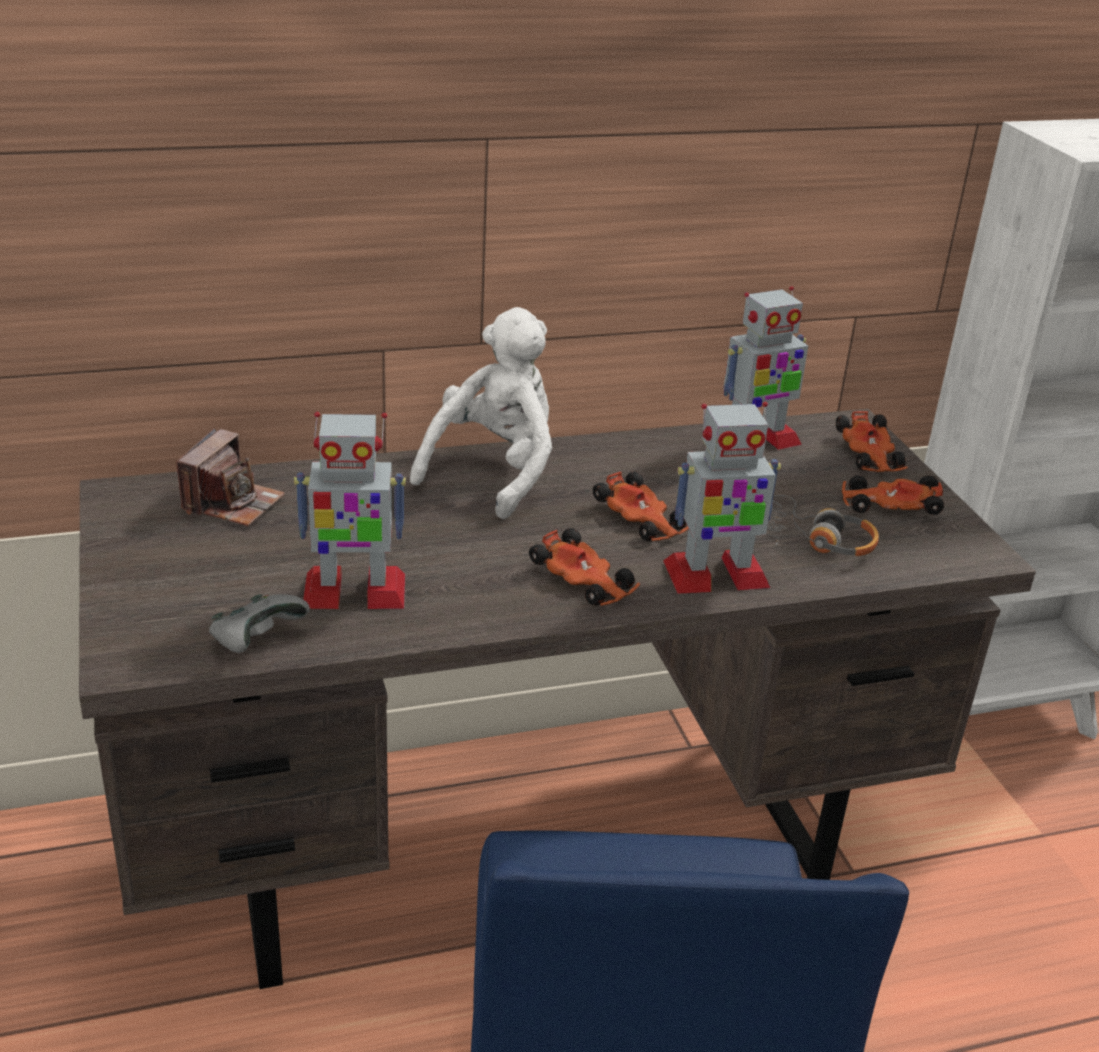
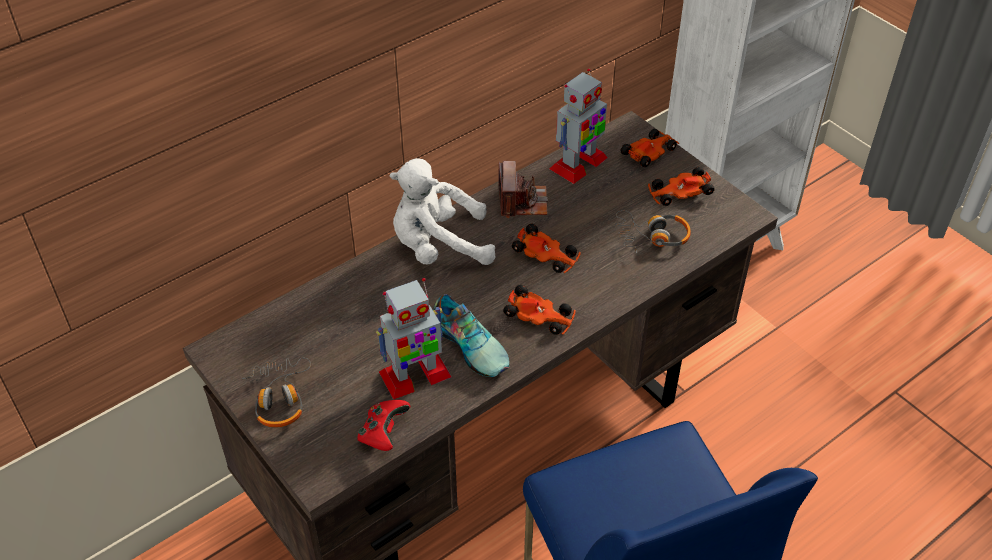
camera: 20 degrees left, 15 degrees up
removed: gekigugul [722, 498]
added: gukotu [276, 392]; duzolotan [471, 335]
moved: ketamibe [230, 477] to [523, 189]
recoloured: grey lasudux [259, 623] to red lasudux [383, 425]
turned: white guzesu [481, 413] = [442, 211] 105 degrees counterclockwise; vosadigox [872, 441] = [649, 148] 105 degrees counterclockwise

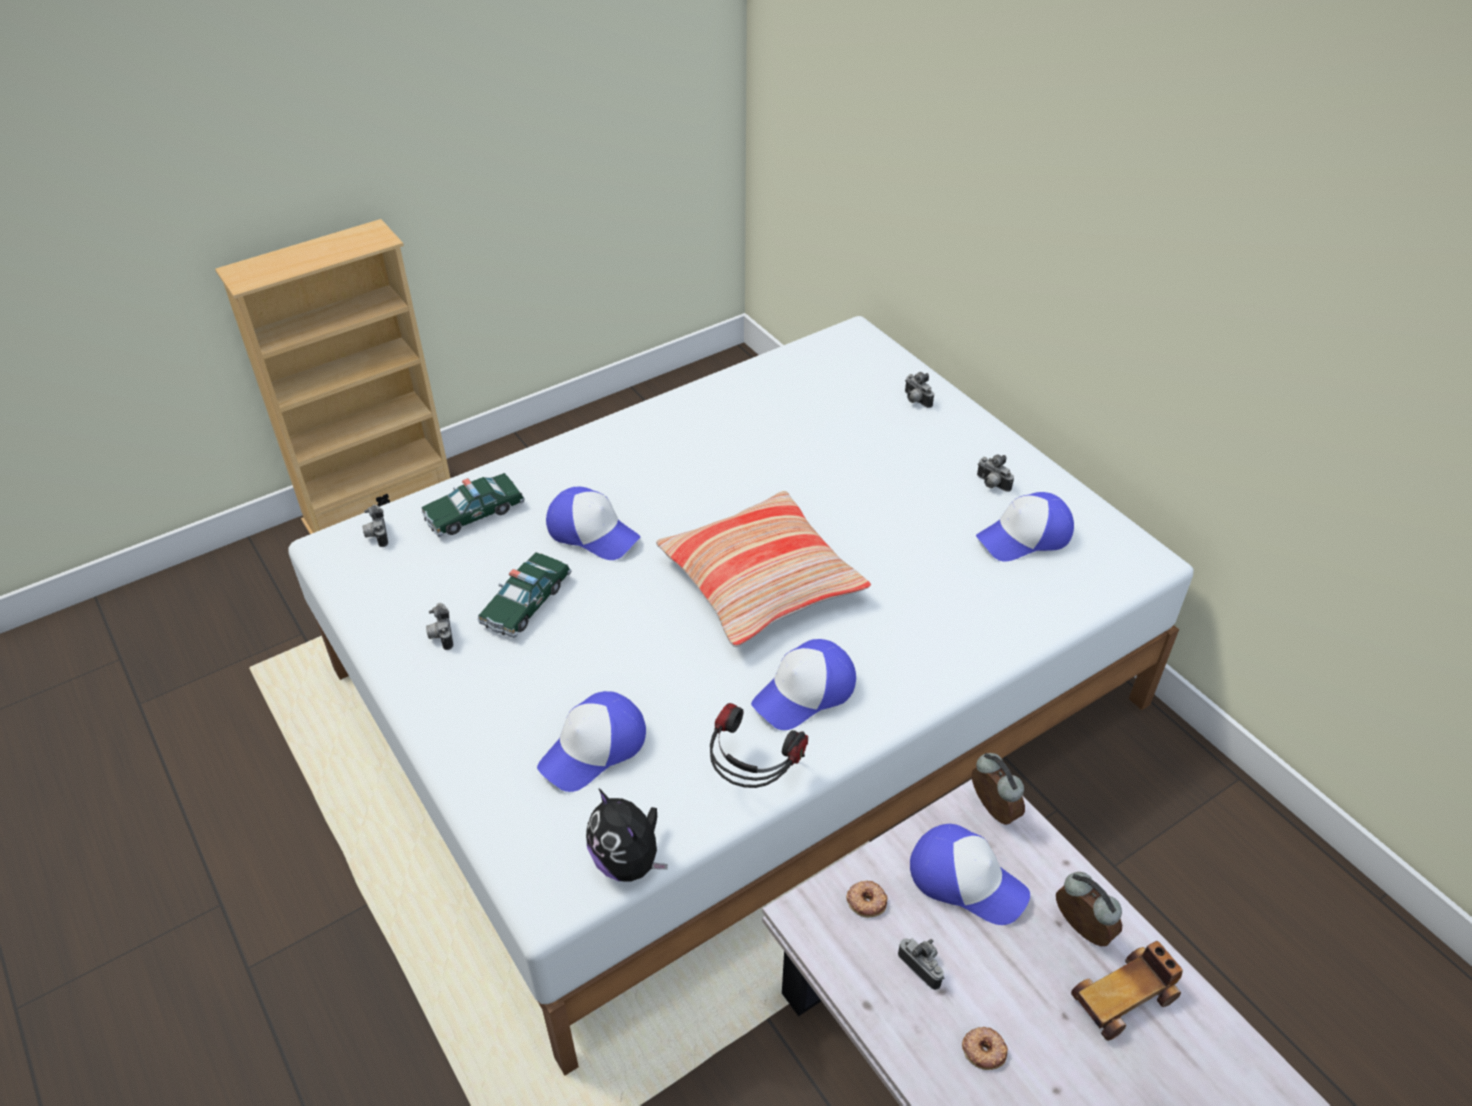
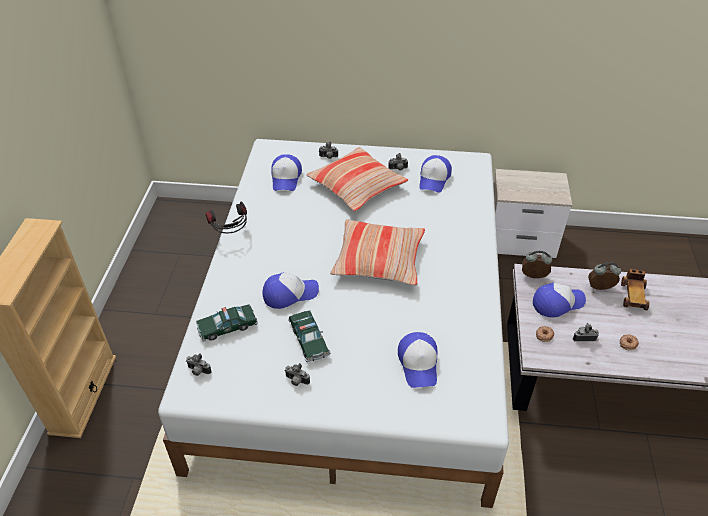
camera: 50 degrees left, 0 degrees up
removed: guzesu [627, 835]
added: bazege [357, 179]; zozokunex [532, 213]
moved: gukotu [759, 745] to [226, 217]; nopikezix [803, 684] to [286, 172]
turned: vosadigox [473, 505] = [227, 323] 60 degrees clockwise

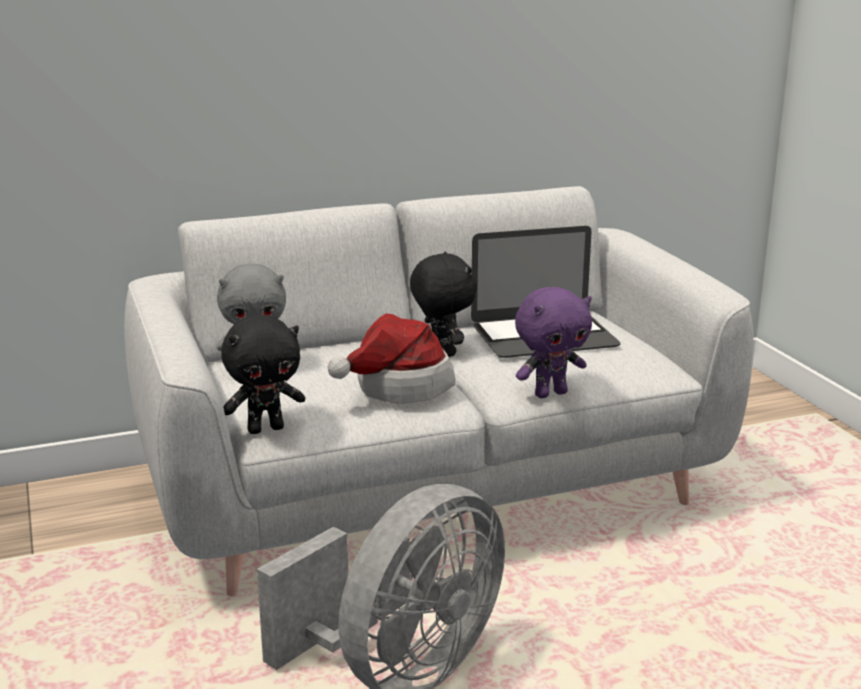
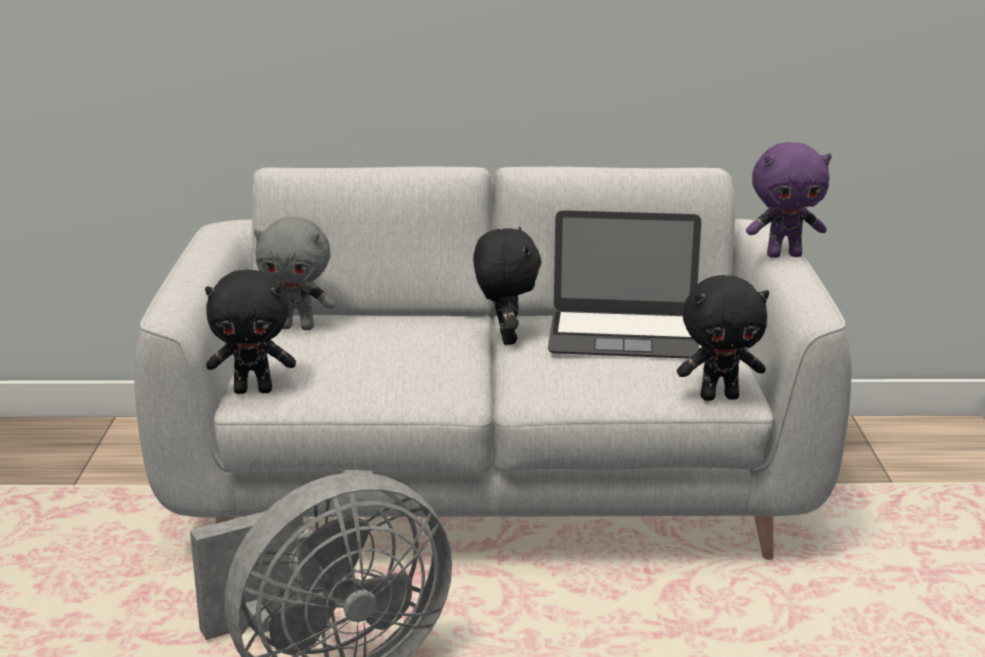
camera: 20 degrees right, 0 degrees up
removed: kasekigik [391, 358]
added: black guzesu [723, 338]
moved: purple guzesu [553, 342] to [789, 200]

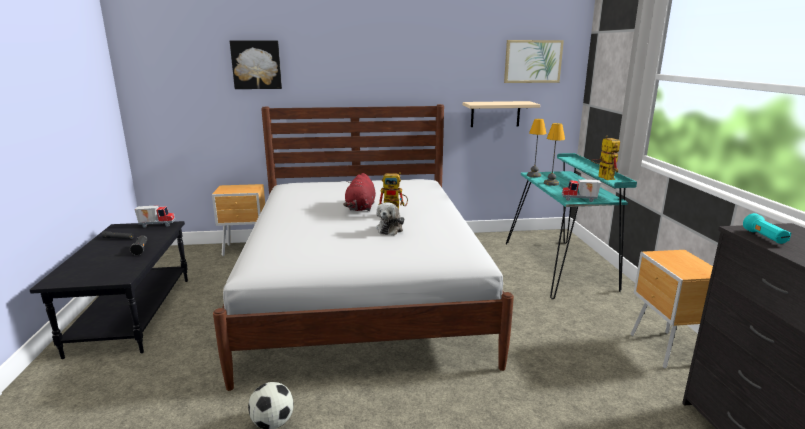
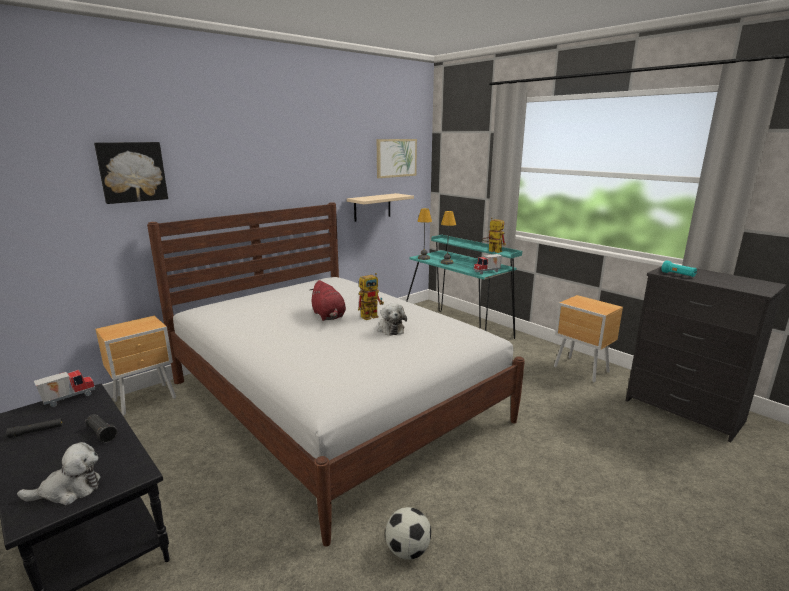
camera: 35 degrees left, 0 degrees up
added: guzesu [58, 473]

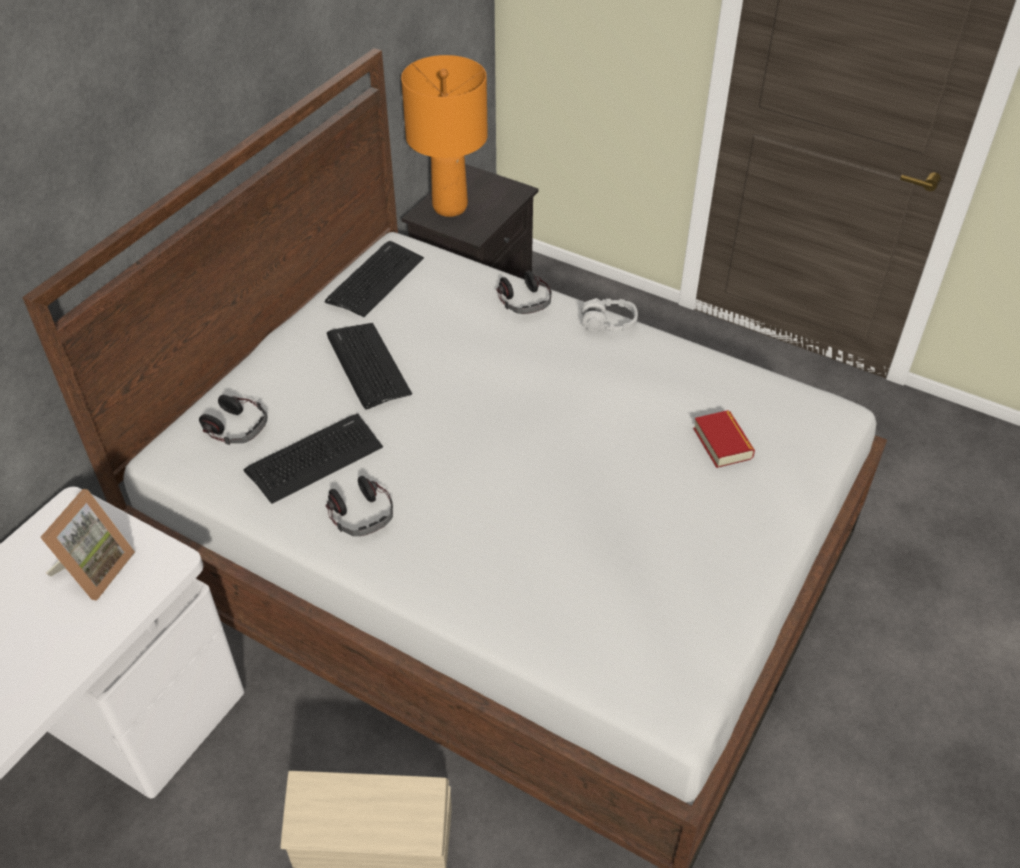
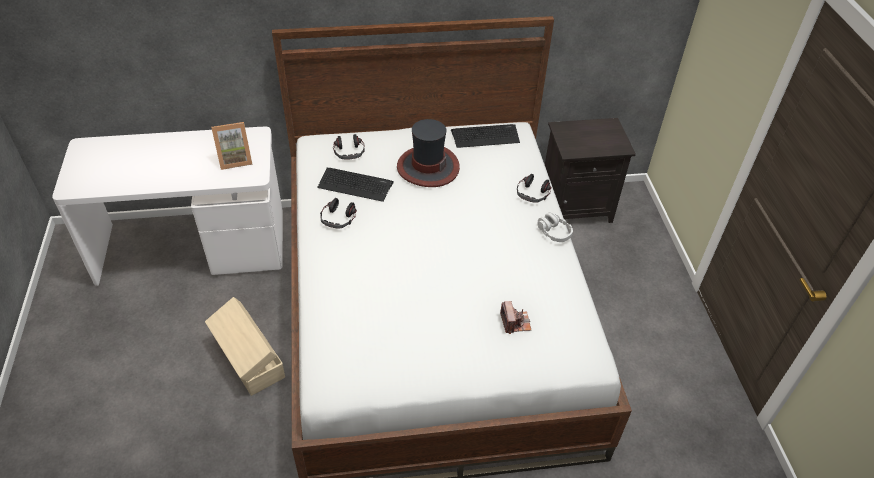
camera: 50 degrees right, 0 degrees up
removed: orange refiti [444, 136]
replaced: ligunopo [369, 366] to kasekigik [428, 153]; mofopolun [724, 439] to ketamibe [515, 317]

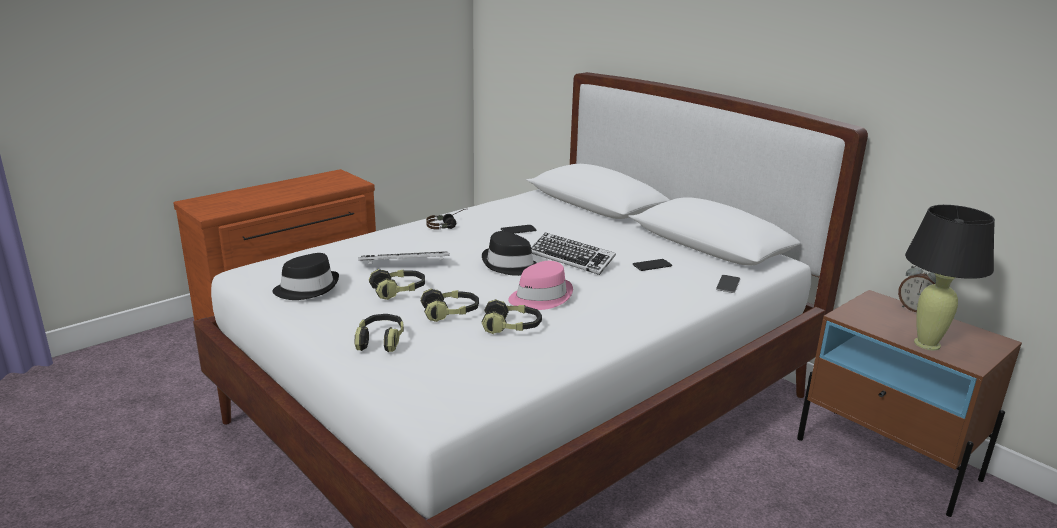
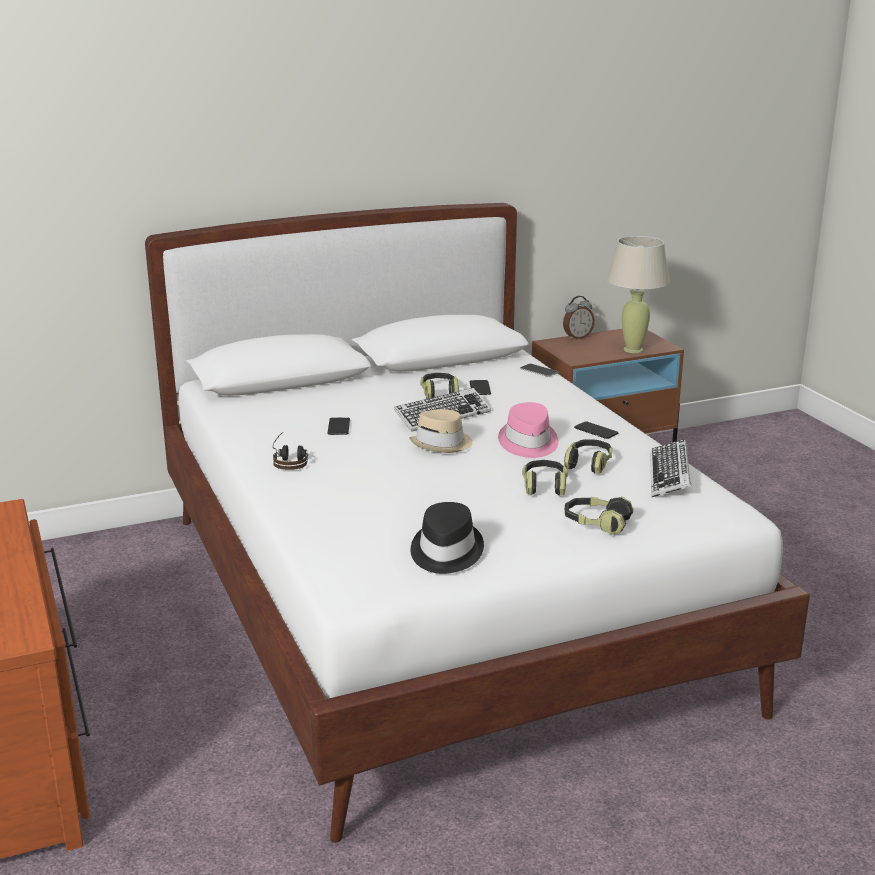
camera: 70 degrees left, 0 degrees up
added: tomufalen [596, 430]
moved: ligunopo [404, 257] to [671, 468]; gukotu [397, 284] to [440, 386]
recoloured: black kasekigik [509, 253] to beige kasekigik [441, 431]; black refiti [950, 277] to beige refiti [638, 294]

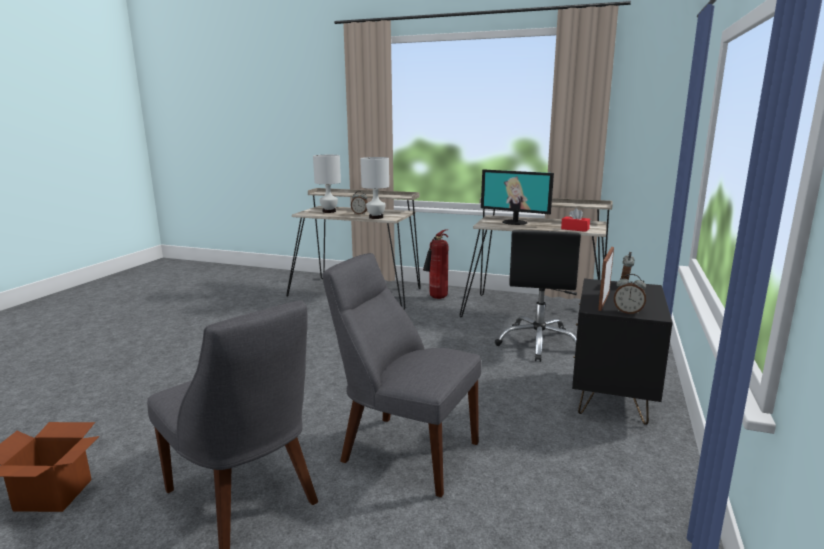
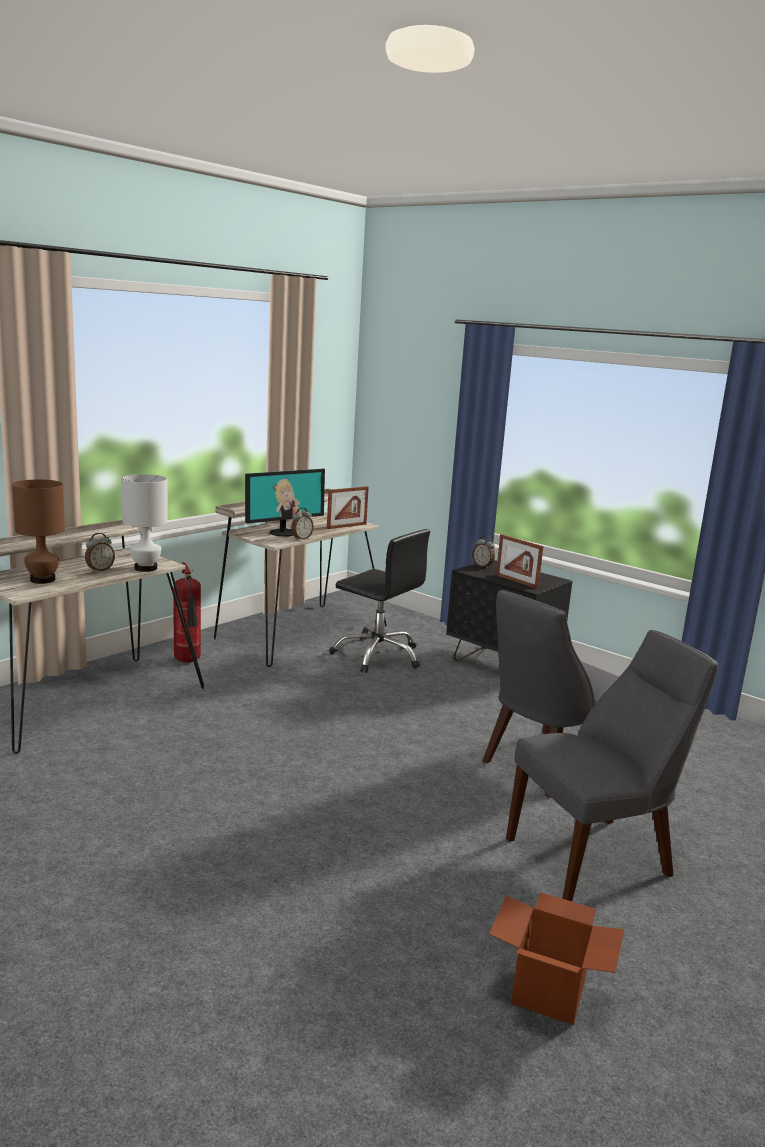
camera: 70 degrees left, 0 degrees up
moved: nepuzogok [630, 294] to [302, 523]
replaced: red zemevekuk [575, 220] to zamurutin [348, 507]
recoloured: white refiti [327, 184] to brown refiti [38, 531]

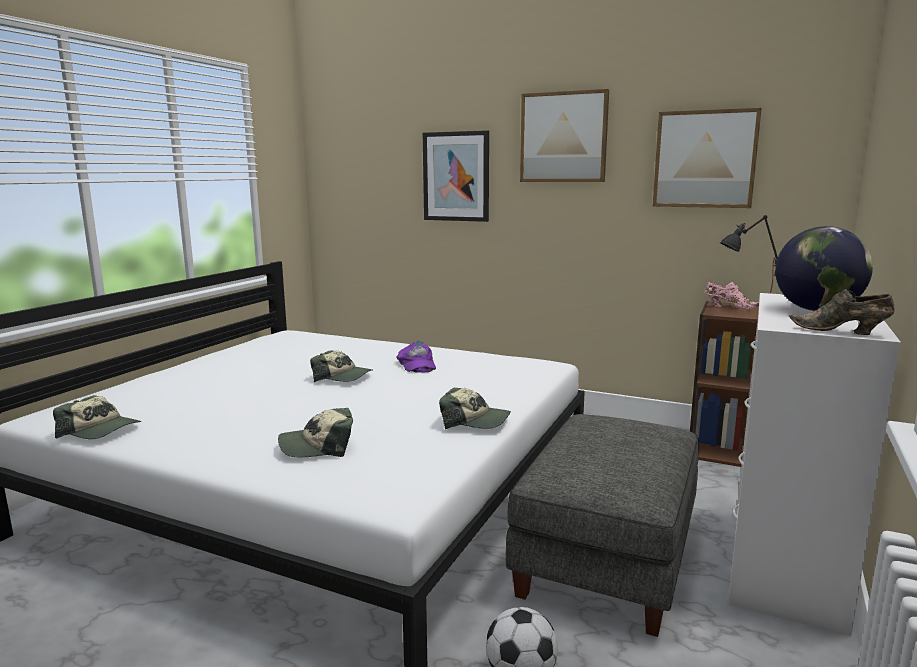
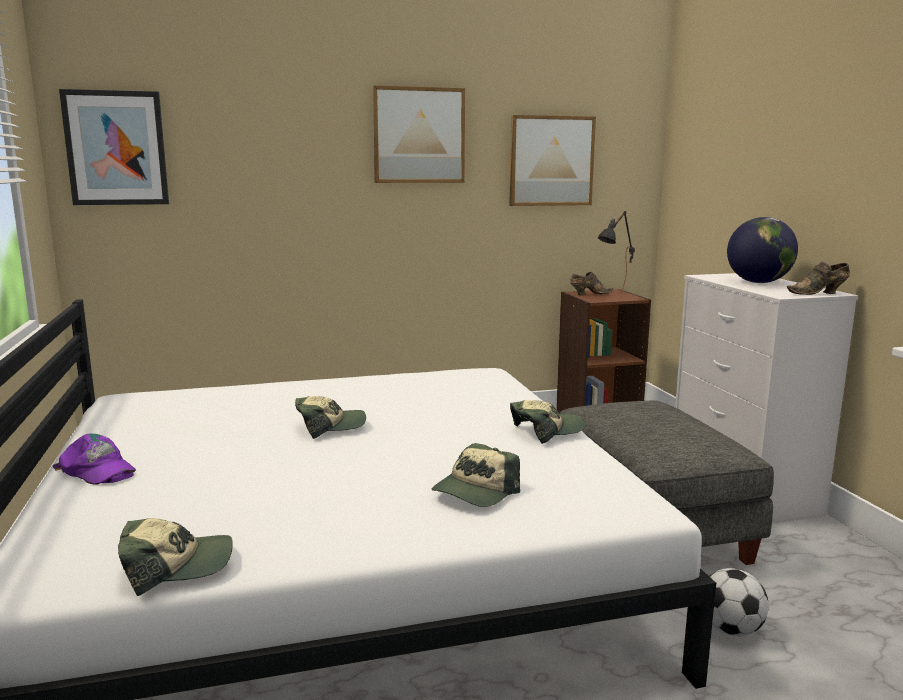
camera: 40 degrees left, 0 degrees up
moved: purple nopikezix [416, 357] to [94, 459]; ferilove [456, 176] to [114, 147]
recoloured: pink duzolotan [732, 295] to brown duzolotan [592, 283]

